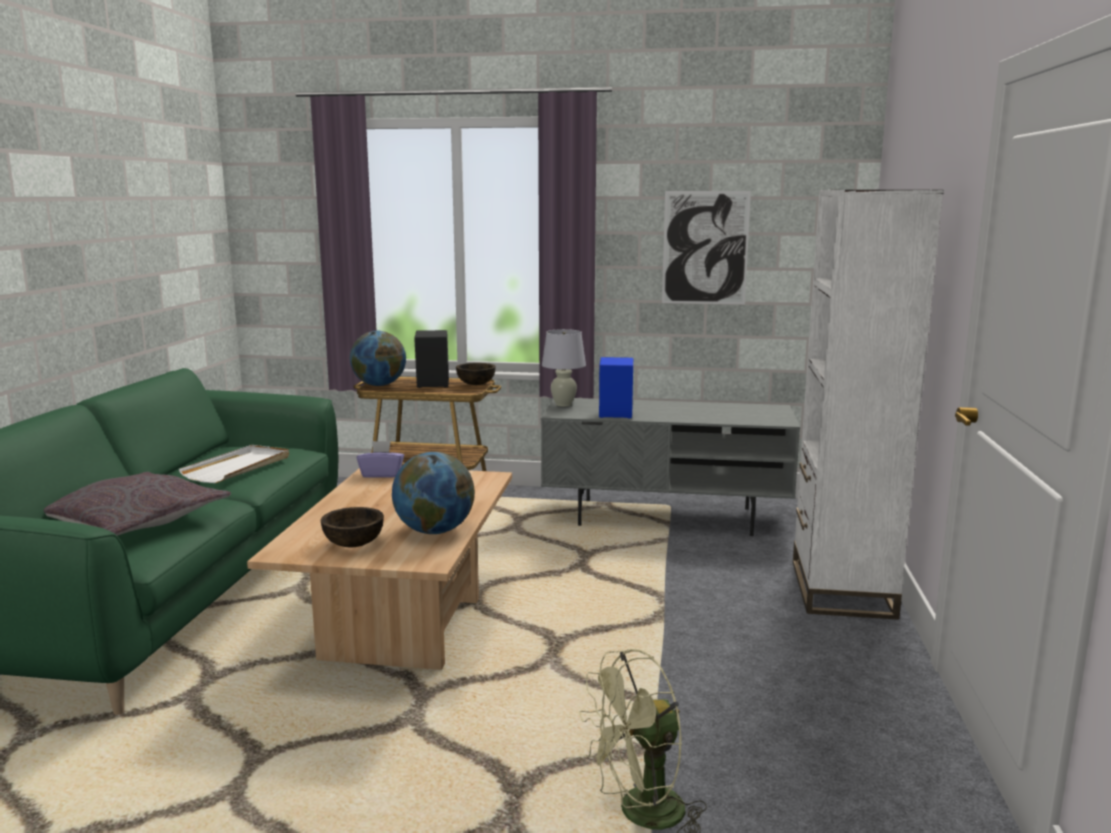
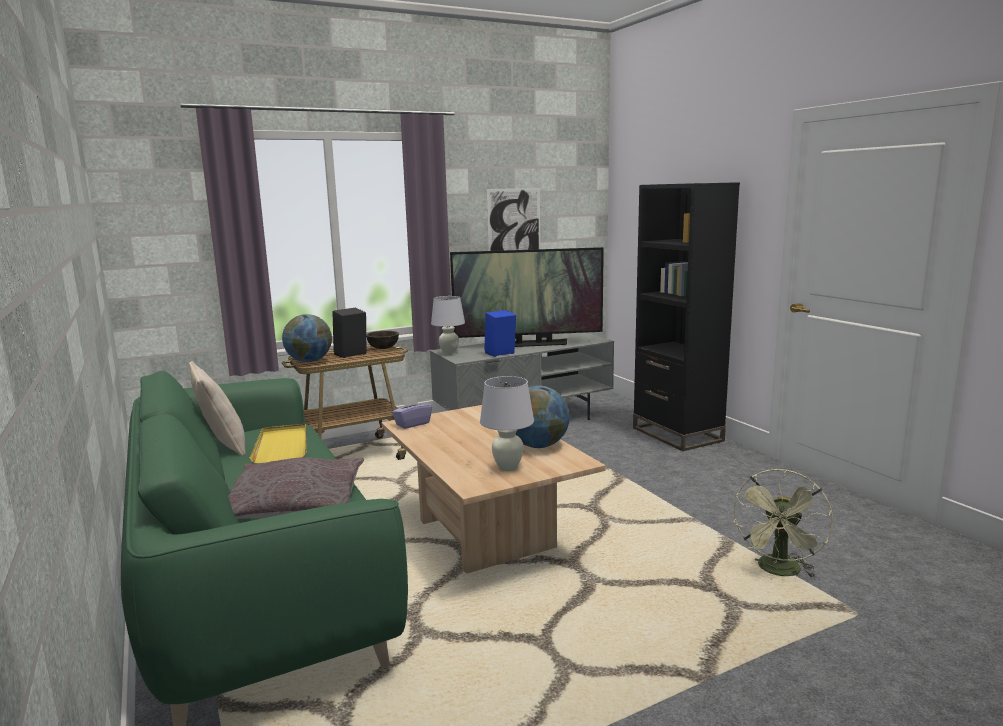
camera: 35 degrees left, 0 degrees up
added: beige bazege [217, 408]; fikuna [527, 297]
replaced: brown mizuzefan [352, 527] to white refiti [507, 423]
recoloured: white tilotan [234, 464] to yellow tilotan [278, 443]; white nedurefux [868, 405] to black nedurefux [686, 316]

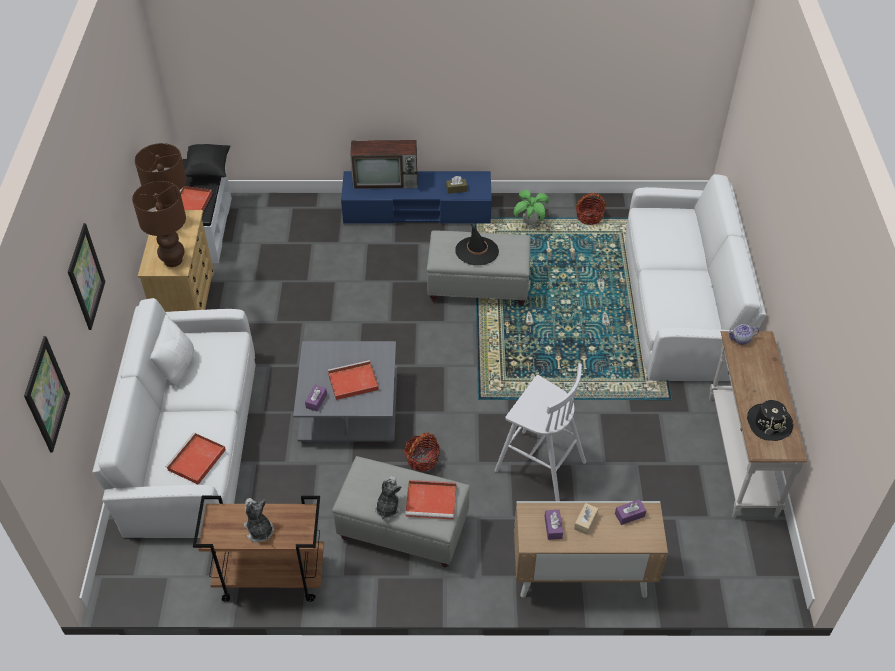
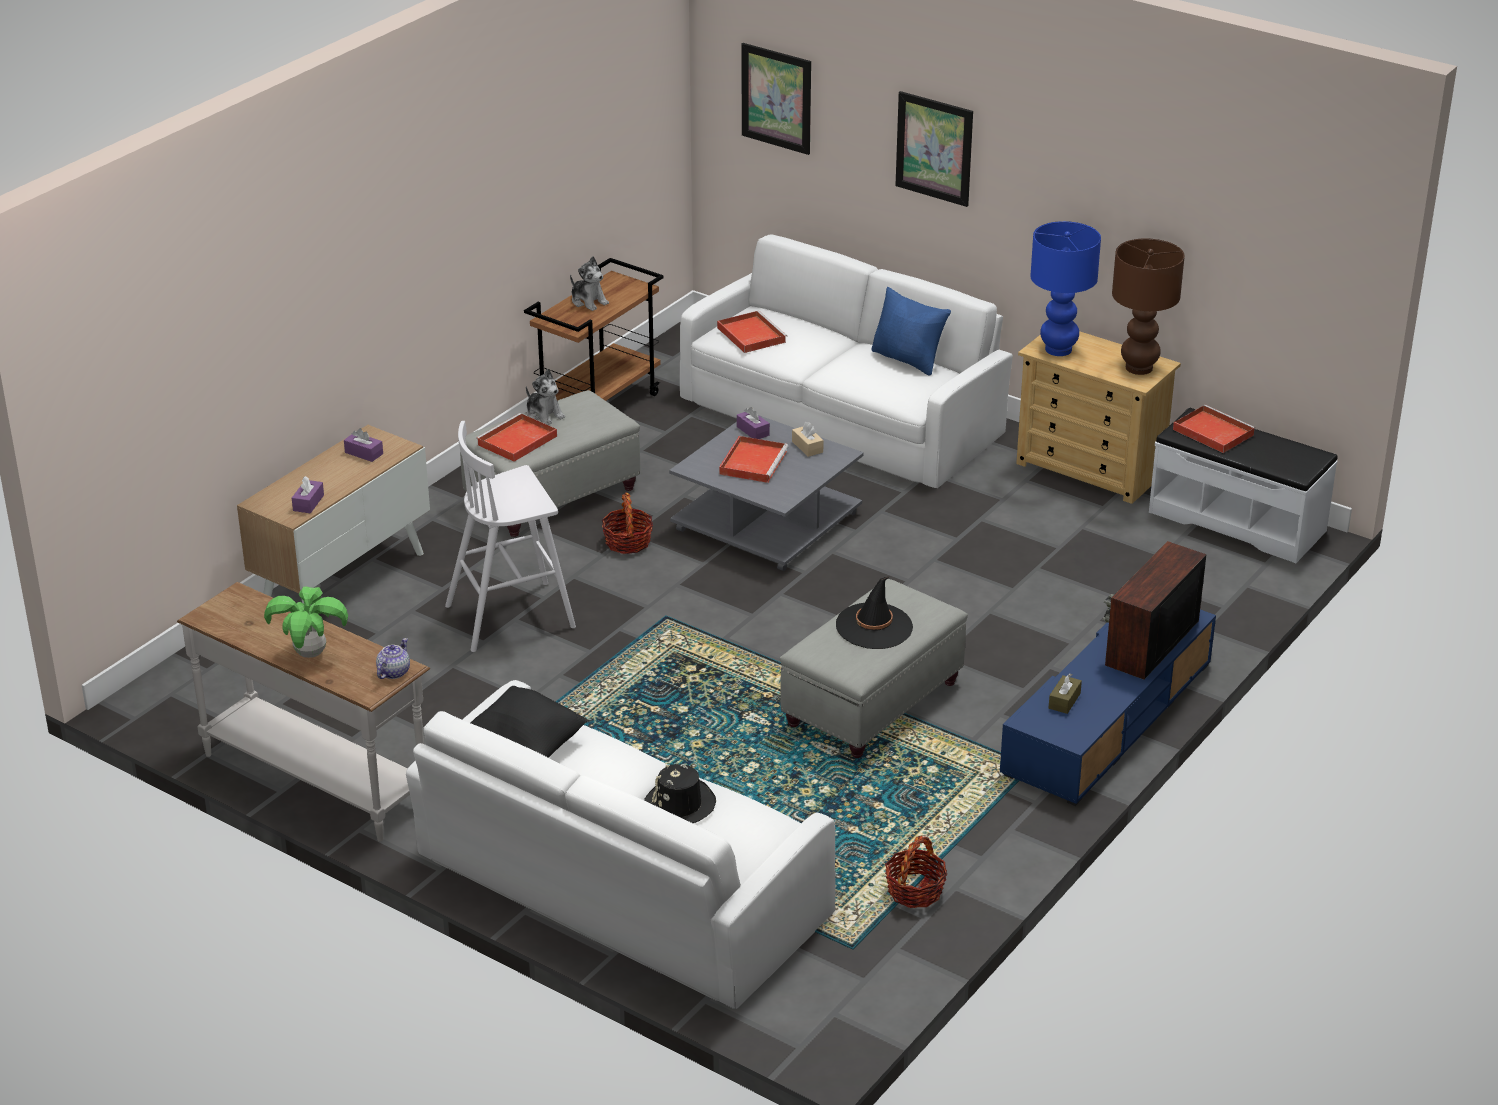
camera: 125 degrees right, 15 degrees down
moved: black bazege [207, 161] to [529, 722]; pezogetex [531, 207] to [306, 622]; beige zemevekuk [586, 519] to [808, 439]; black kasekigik [770, 420] to [680, 793]
recoloured: brown refiti [159, 224] to blue refiti [1065, 288]; white bazege [172, 351] to blue bazege [911, 331]
turned: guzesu [259, 520] = [589, 283] 45 degrees clockwise

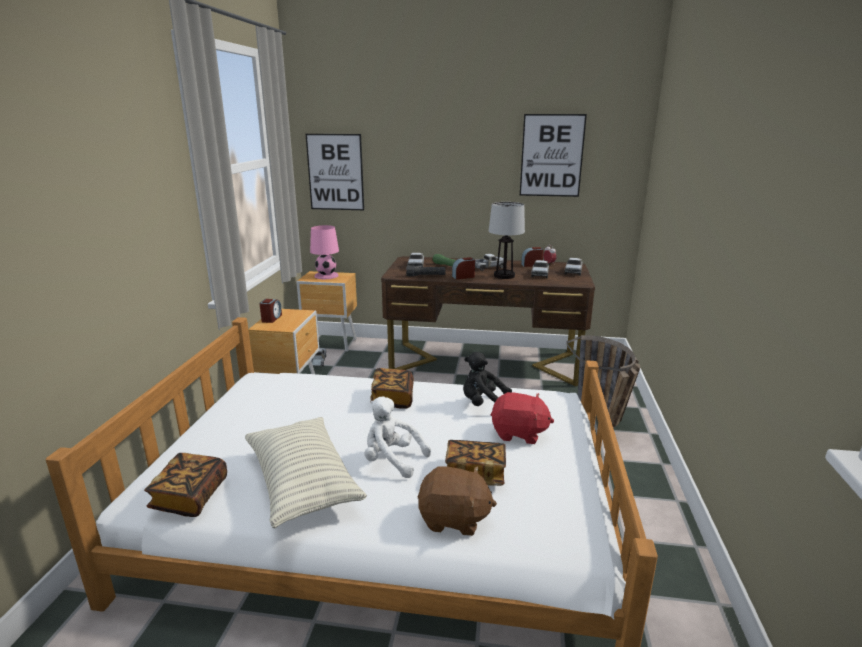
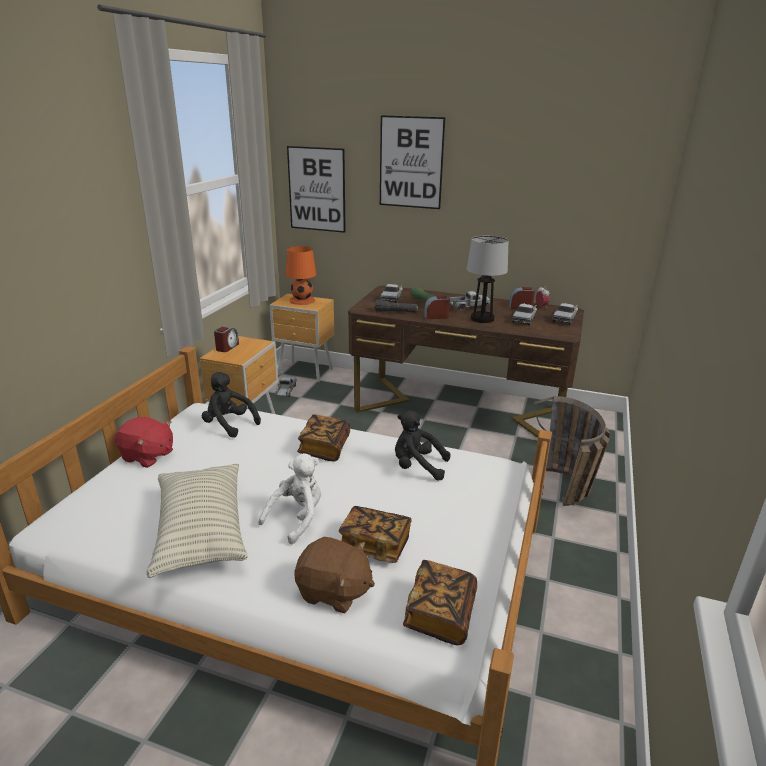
camera: 10 degrees right, 5 degrees up
added: black guzesu [231, 405]
moved: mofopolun [185, 485] to [440, 603]; red guzesu [522, 418] to [143, 442]; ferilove [553, 155] to [412, 162]
recoloured: pink refiti [324, 252] to orange refiti [301, 275]
turned: white guzesu [397, 437] = [289, 498] 90 degrees clockwise

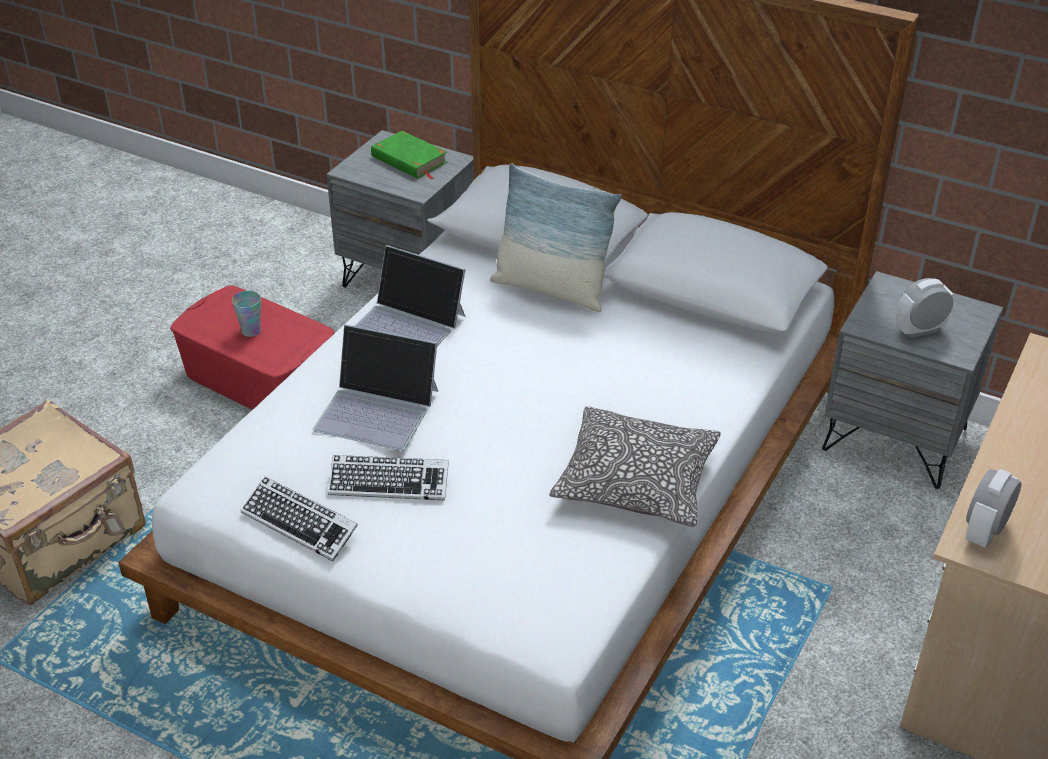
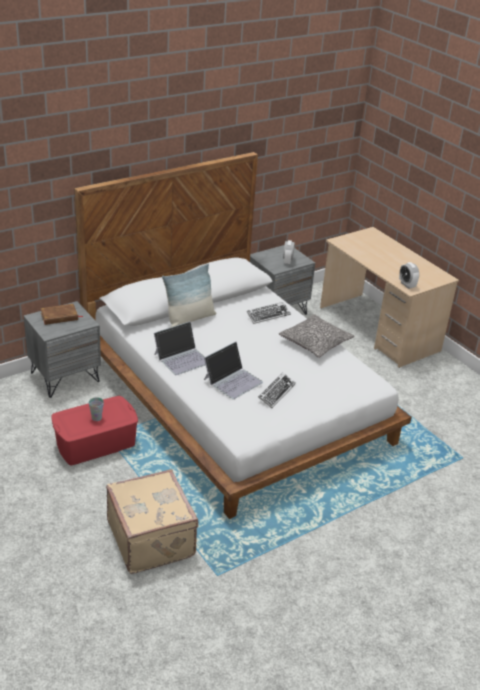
camera: 65 degrees left, 5 degrees down
moved: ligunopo [299, 518] to [269, 313]
recoloured: green mofopolun [409, 155] to brown mofopolun [61, 314]

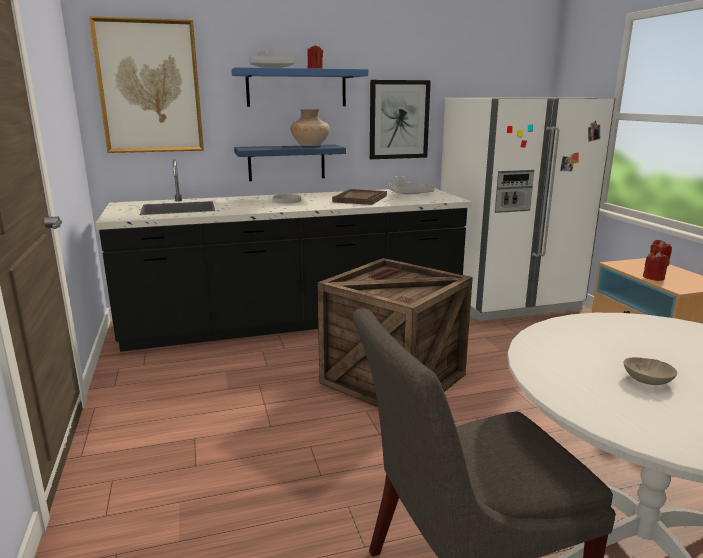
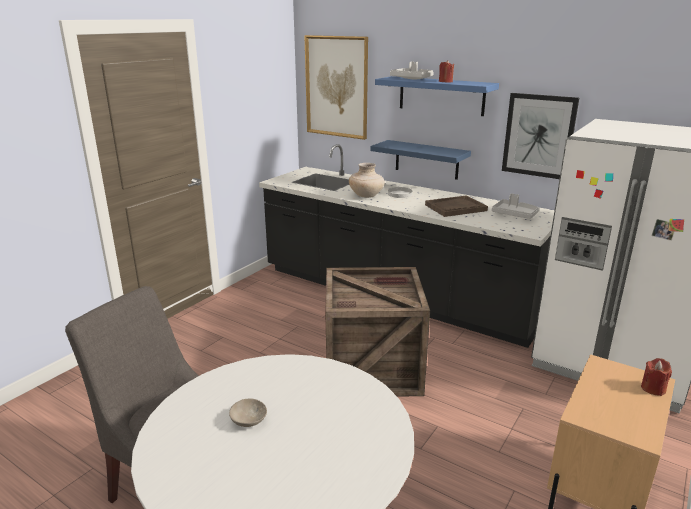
camera: 50 degrees right, 5 degrees up
removed: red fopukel [656, 266]
moved: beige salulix [310, 127] to [367, 180]

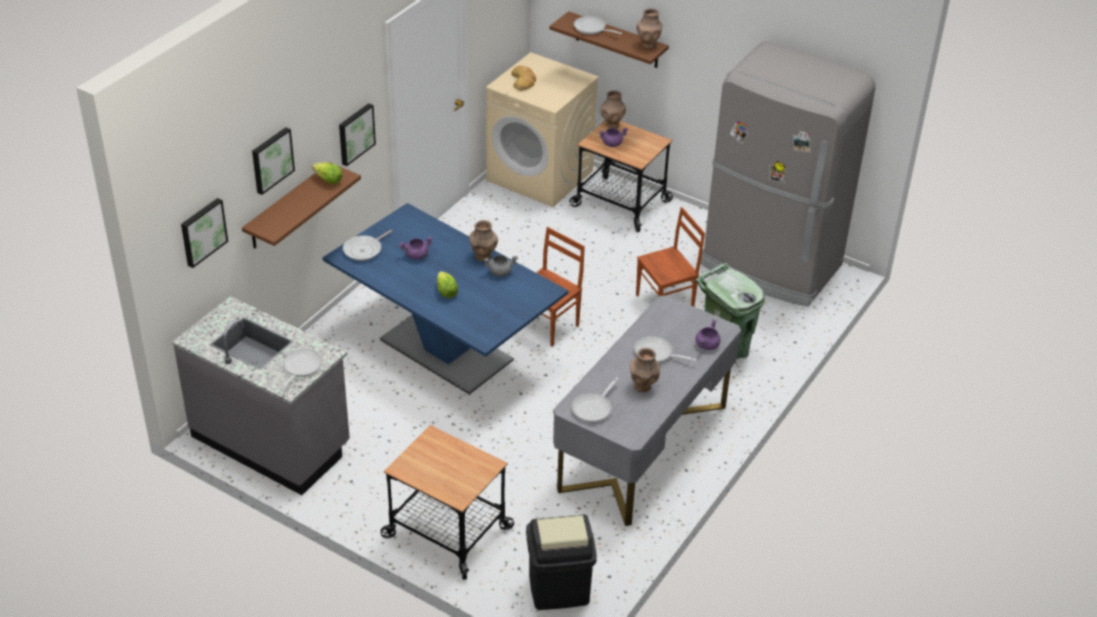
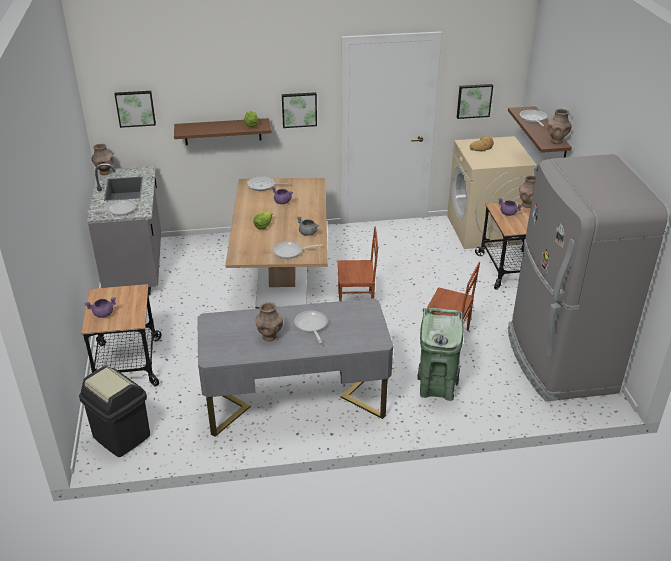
camera: 50 degrees right, 5 degrees down
moved: ferilove [273, 161] to [475, 101]; brown salulix [483, 240] to [102, 159]; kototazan [595, 399] to [297, 250]; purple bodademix [708, 334] to [100, 307]
recoloured: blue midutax [445, 299] to brown midutax [276, 243]

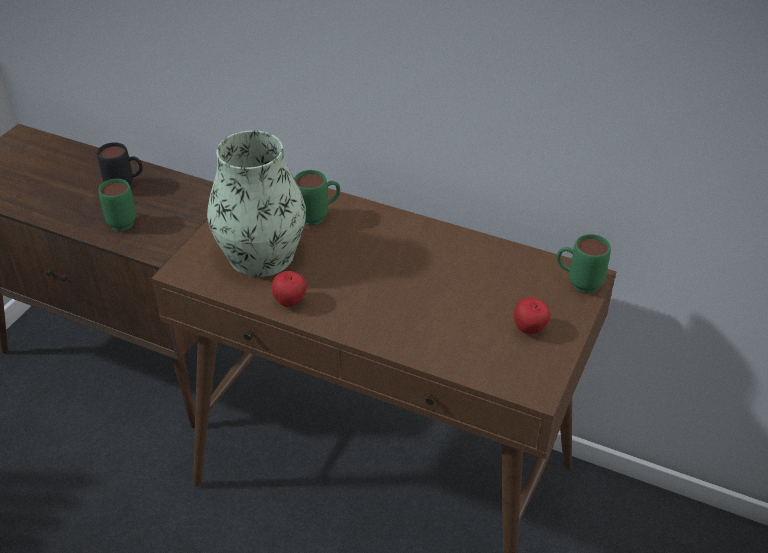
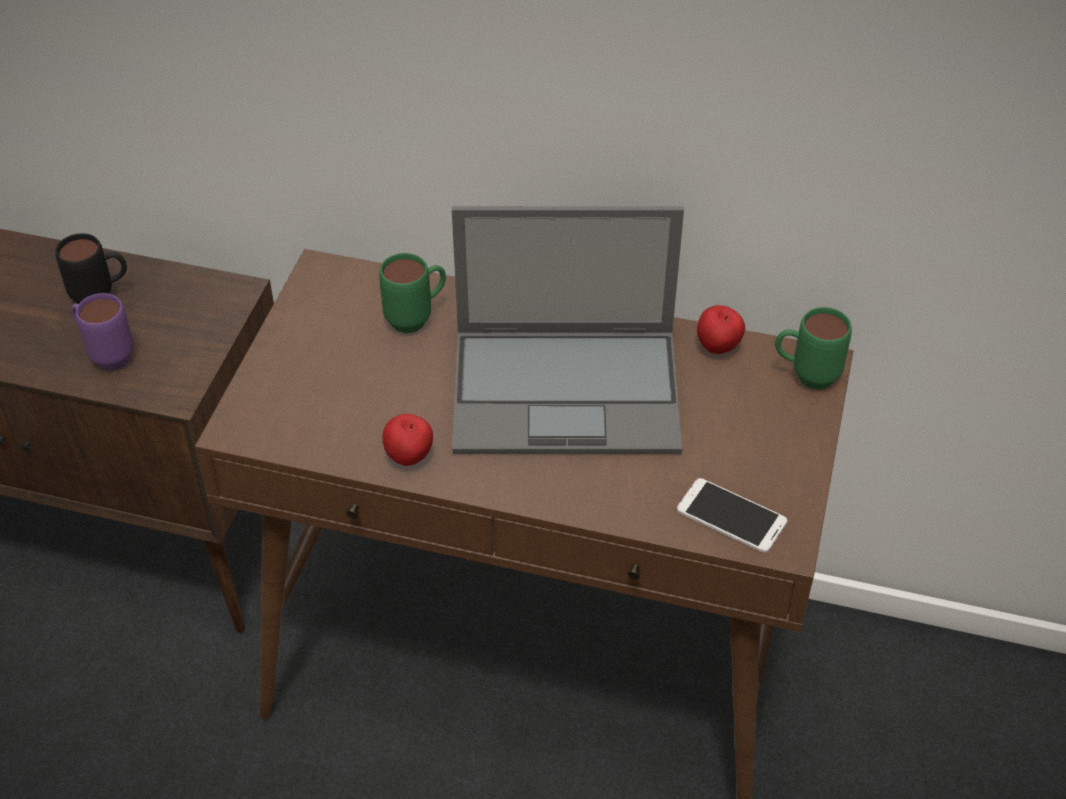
camera: 10 degrees left, 5 degrees up
removed: salulix [256, 203]
added: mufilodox [568, 330]; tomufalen [732, 515]
moved: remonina [532, 315] to [721, 329]
recoloured: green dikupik [117, 205] to purple dikupik [102, 331]

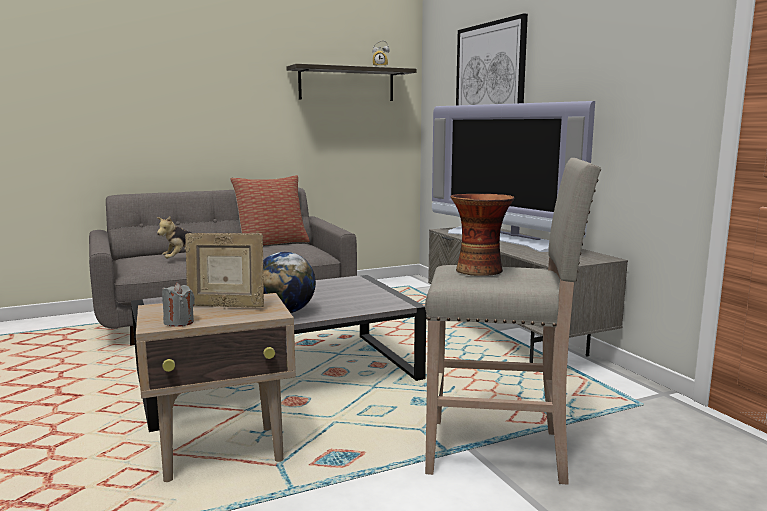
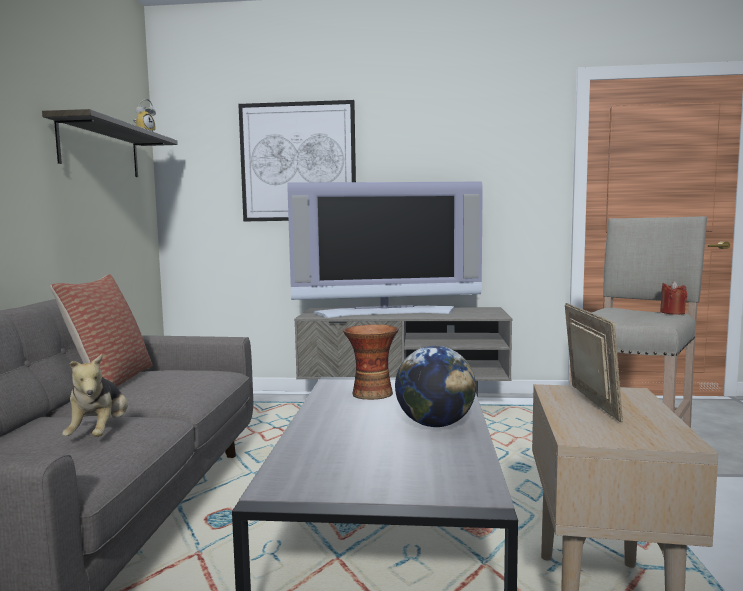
camera: 60 degrees left, 5 degrees down
removed: grey fopukel [178, 305]
added: red fopukel [673, 298]
moved: salulix [482, 235] to [371, 362]
turned: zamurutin [224, 270] = [594, 362] 45 degrees counterclockwise

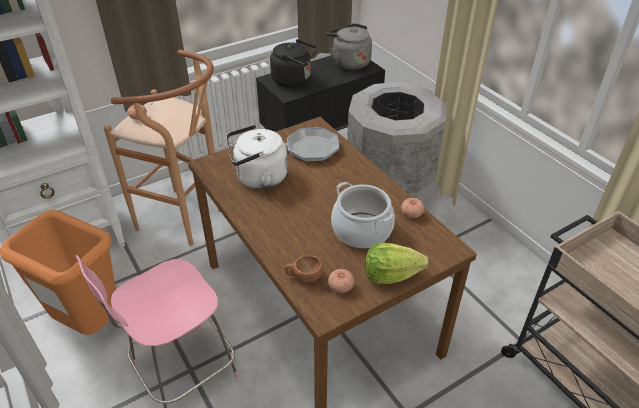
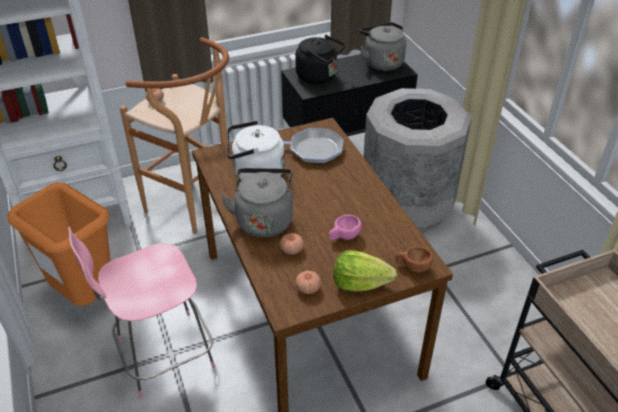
camera: 10 degrees right, 0 degrees up
added: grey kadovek [257, 203]
moved: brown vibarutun [303, 269] to [414, 259]; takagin [412, 208] to [292, 244]
replaced: bodademix [363, 215] to pink vibarutun [345, 227]

